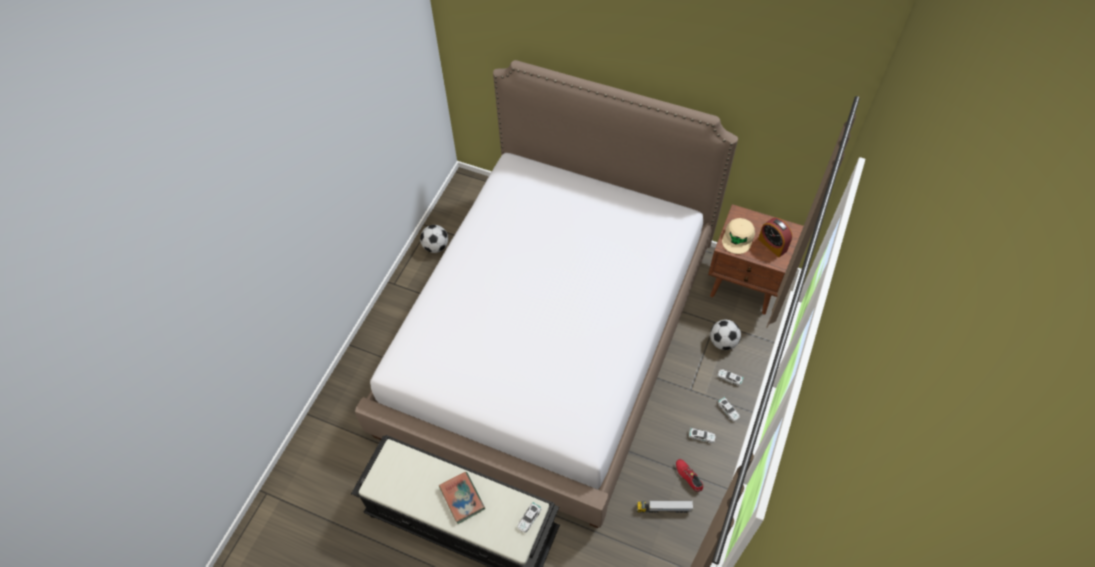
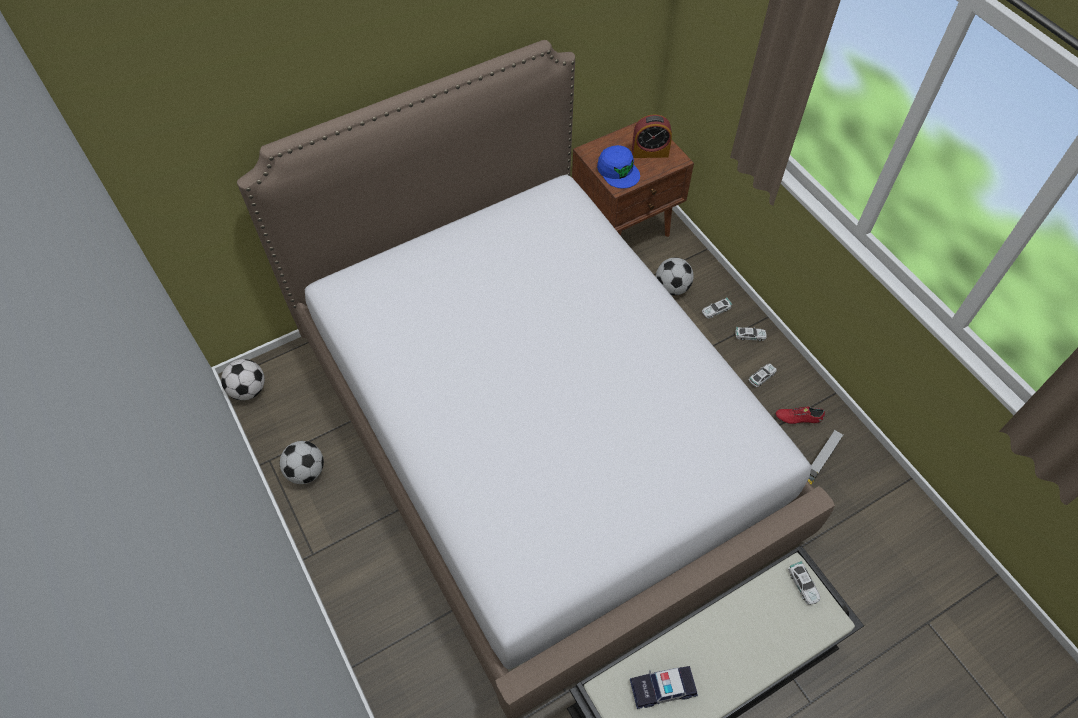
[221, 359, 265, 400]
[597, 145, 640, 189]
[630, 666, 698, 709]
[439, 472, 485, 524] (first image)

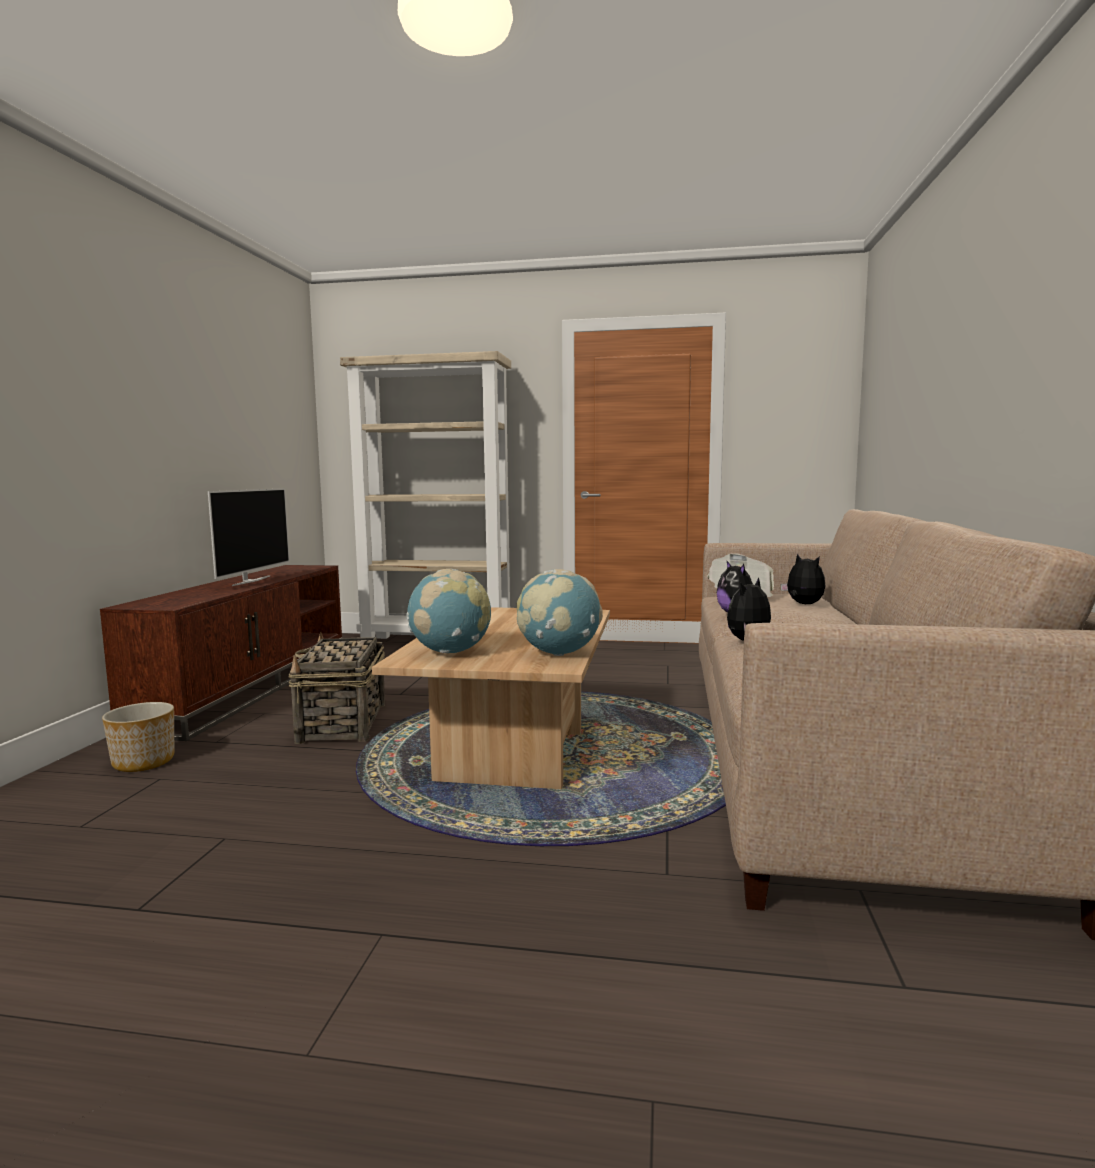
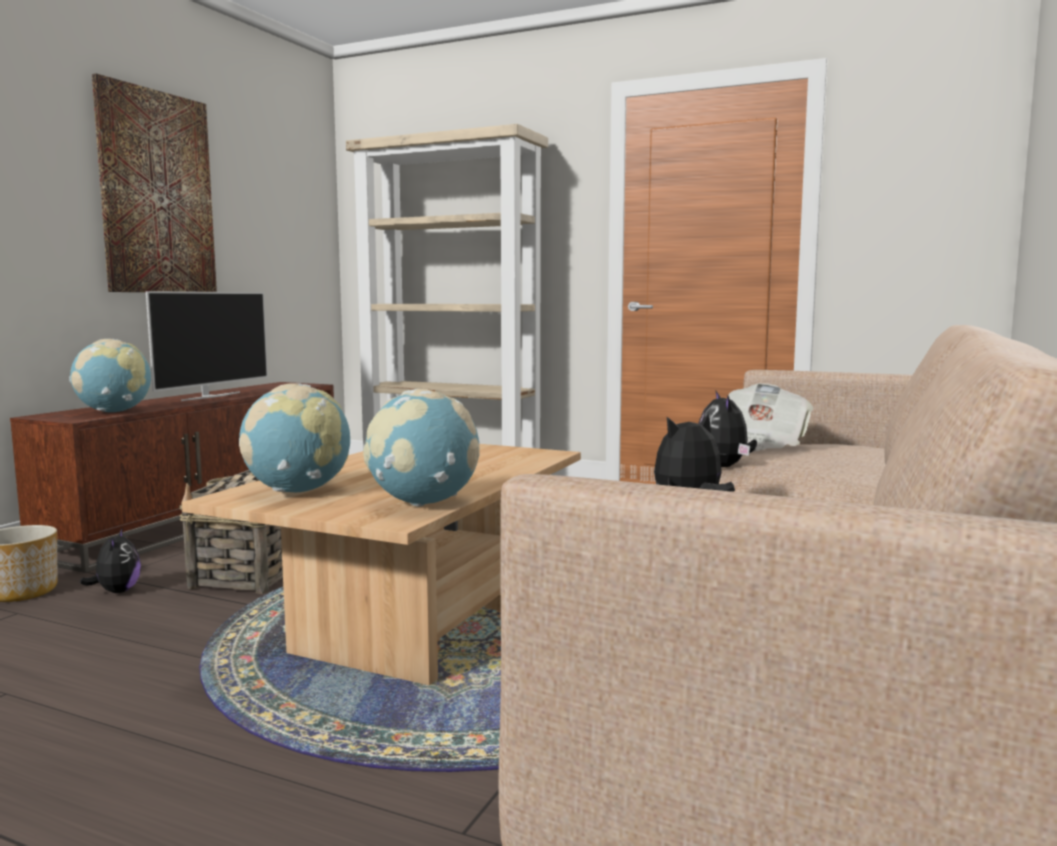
[69, 339, 151, 412]
[80, 528, 141, 593]
[92, 73, 217, 292]

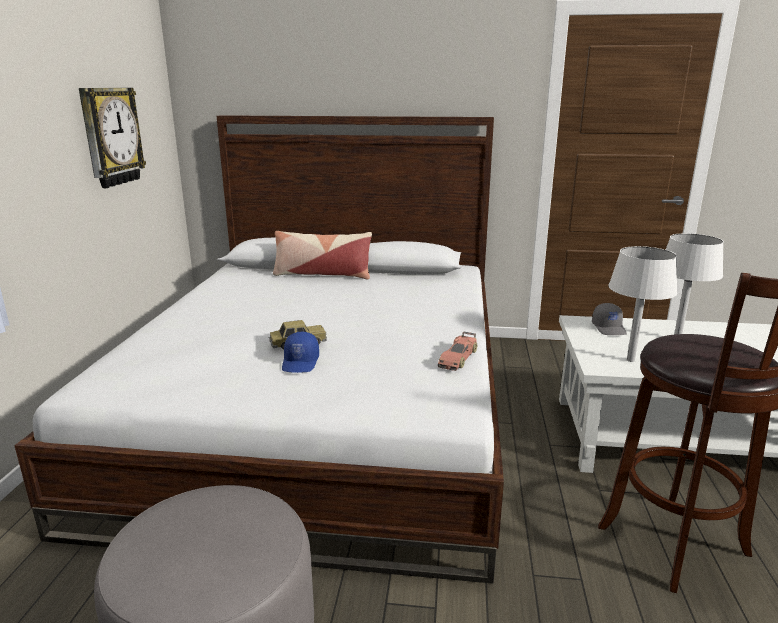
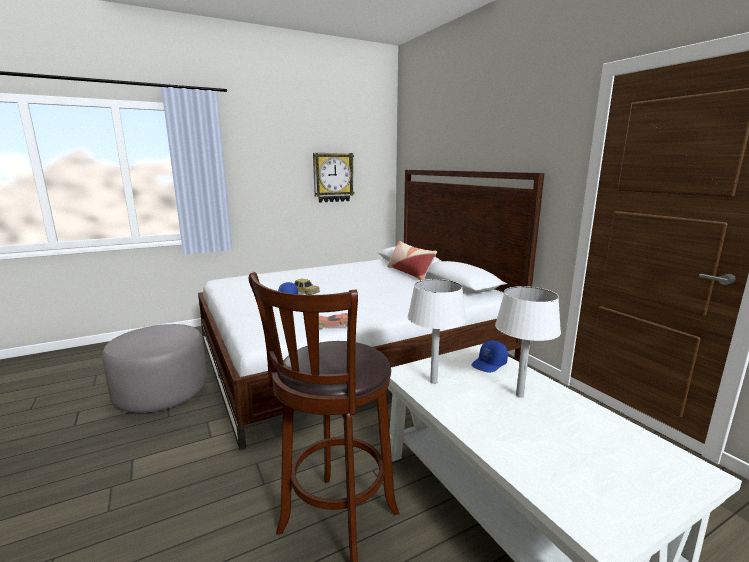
[471, 341, 508, 373]

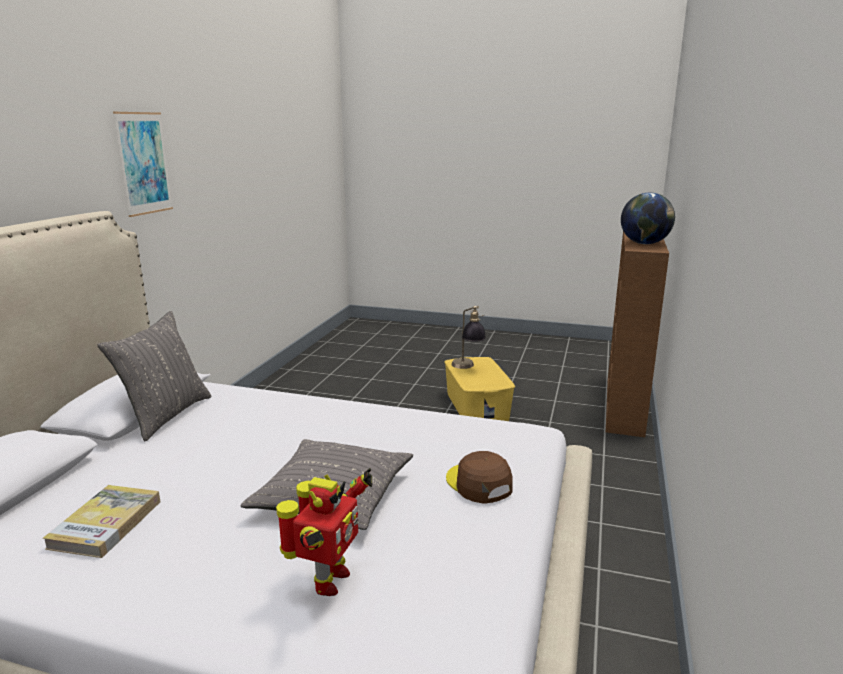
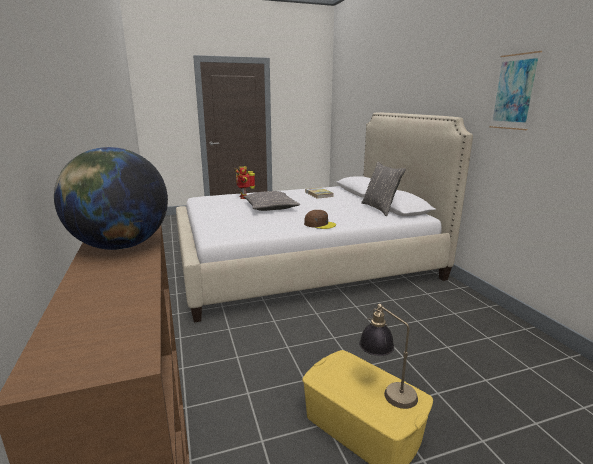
[304, 210, 336, 229]

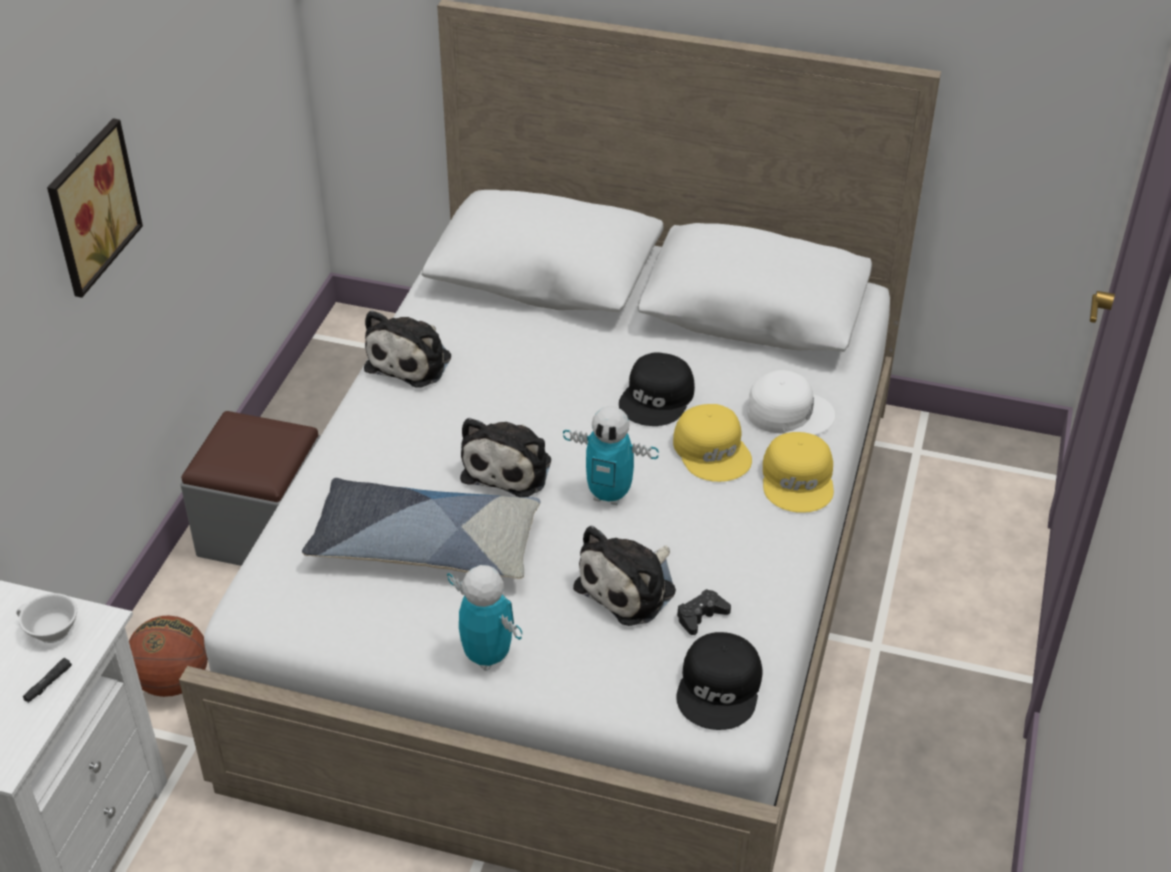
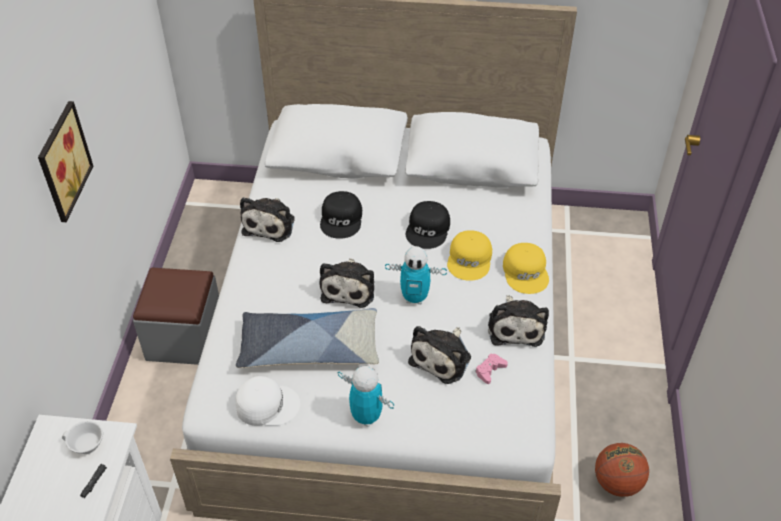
[236, 376, 301, 426]
[320, 191, 362, 239]
[447, 230, 492, 281]
[475, 354, 508, 384]
[488, 295, 549, 347]
[595, 443, 649, 497]

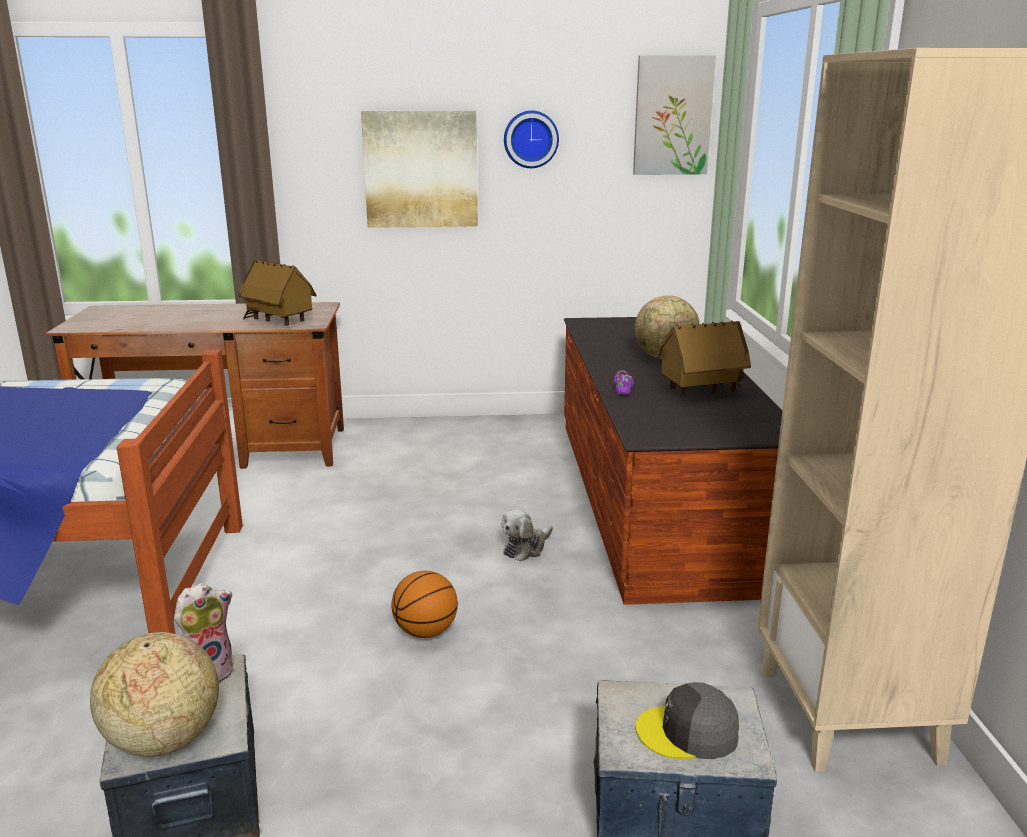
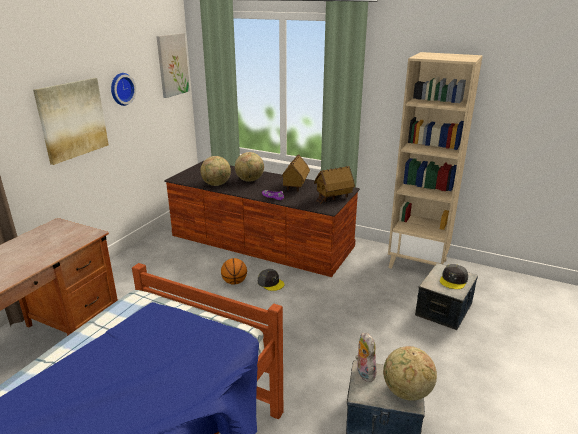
[200, 156, 231, 186]
[221, 258, 247, 285]
[258, 269, 284, 291]
[314, 166, 355, 205]

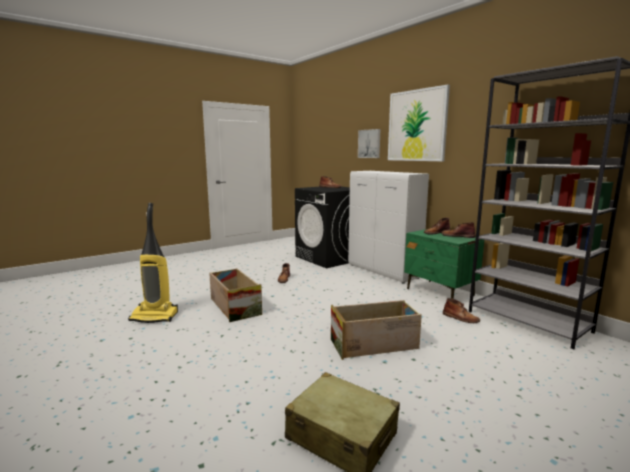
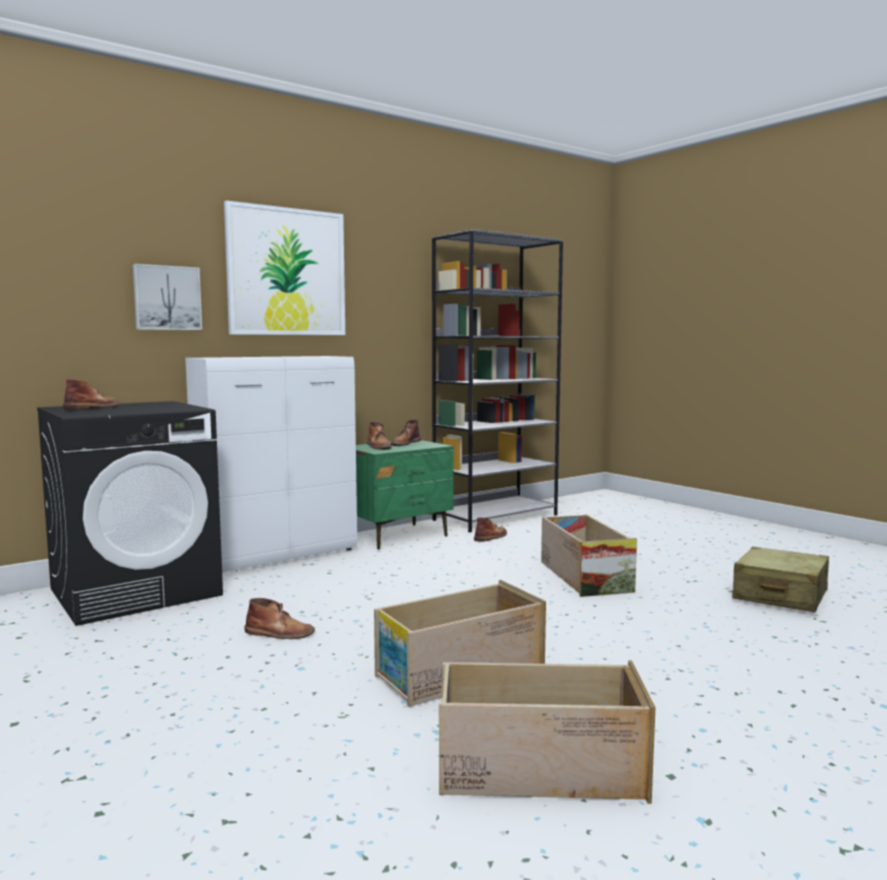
[439, 660, 655, 804]

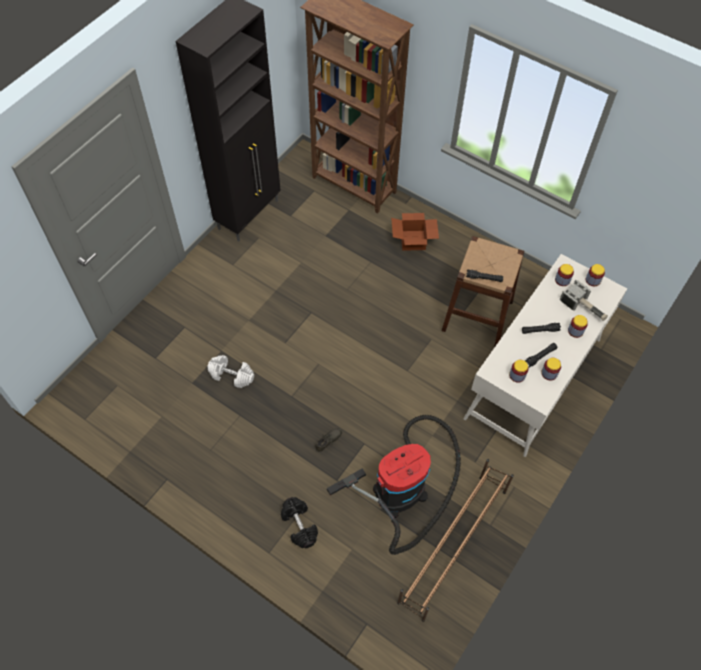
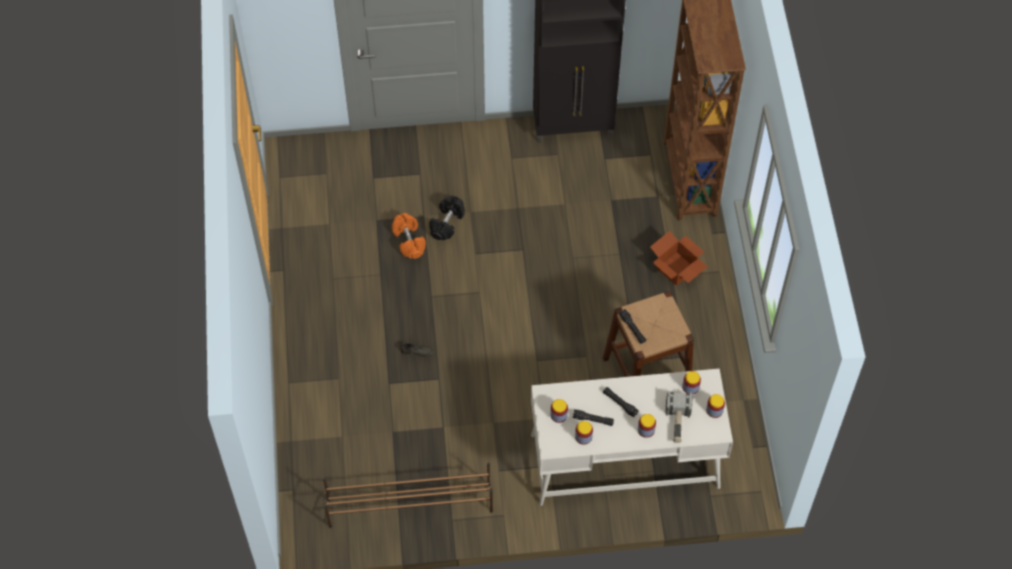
[392, 213, 426, 259]
[429, 196, 465, 240]
[327, 415, 461, 555] (first image)

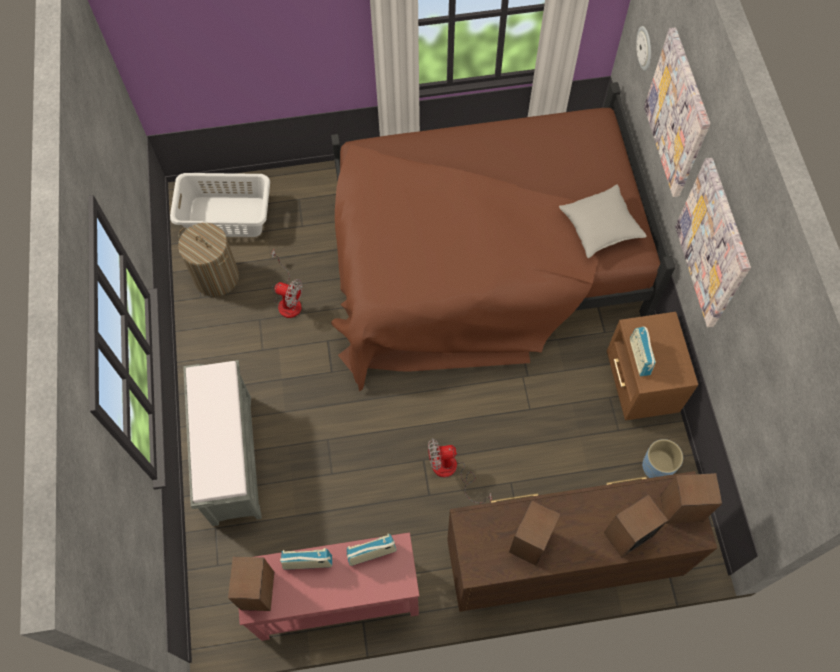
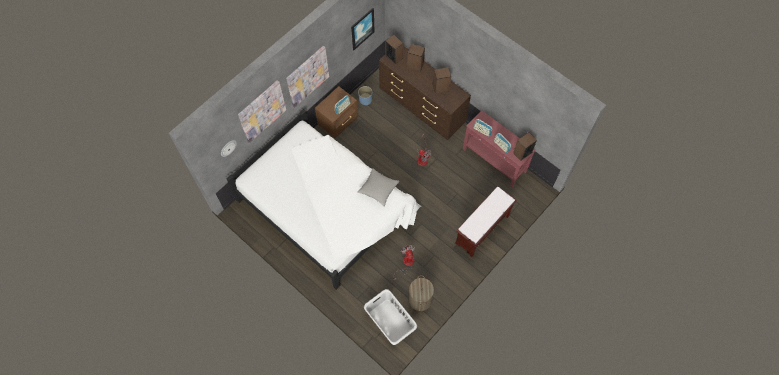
[226, 109, 421, 290]
[351, 8, 375, 50]
[357, 168, 399, 206]
[455, 186, 517, 257]

